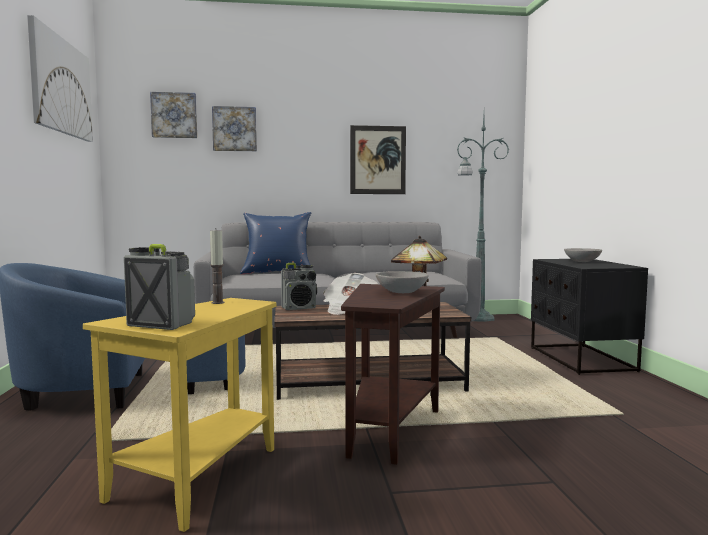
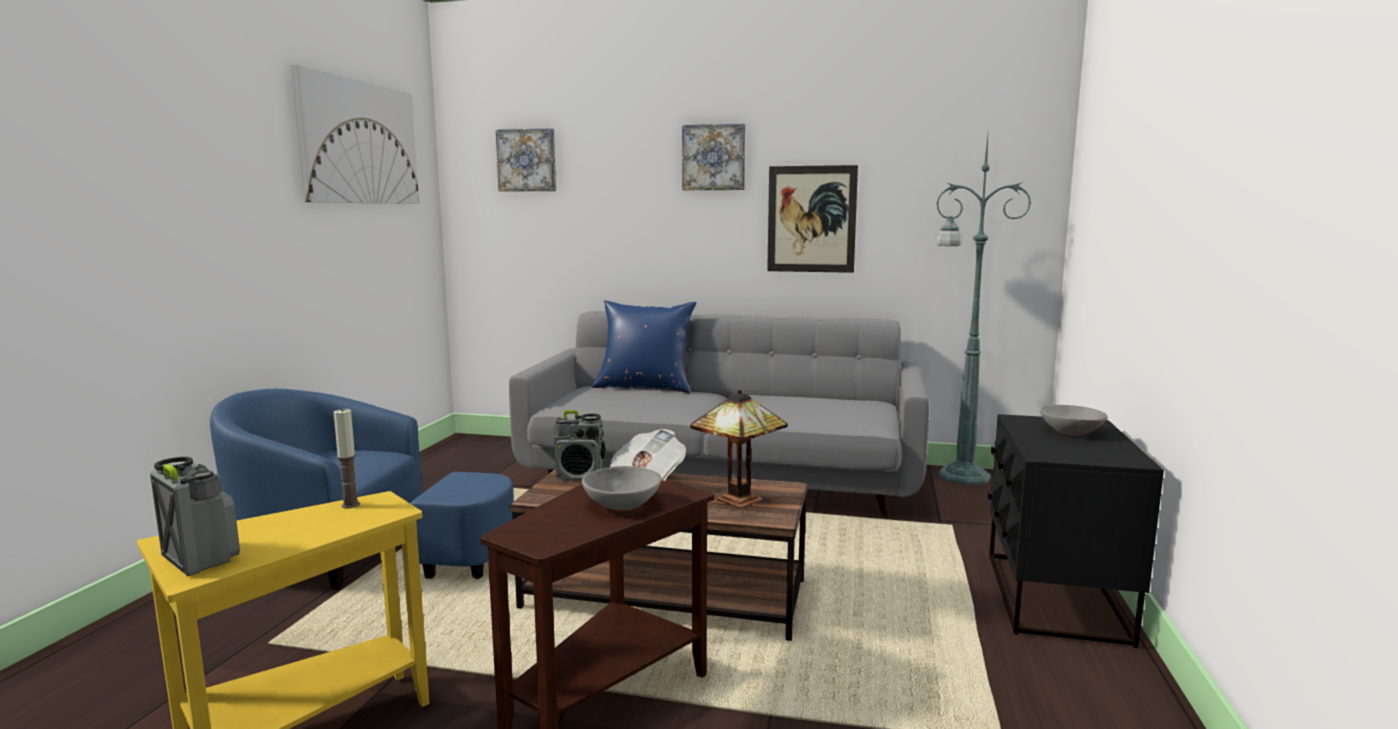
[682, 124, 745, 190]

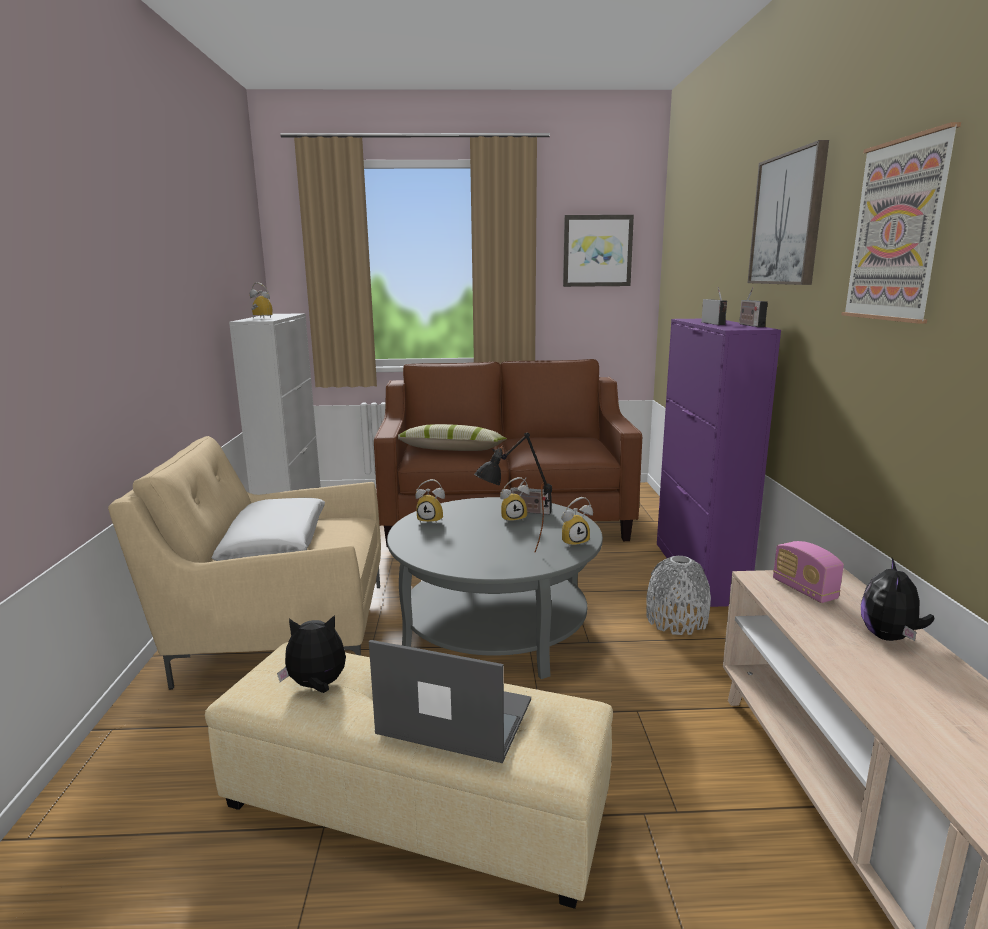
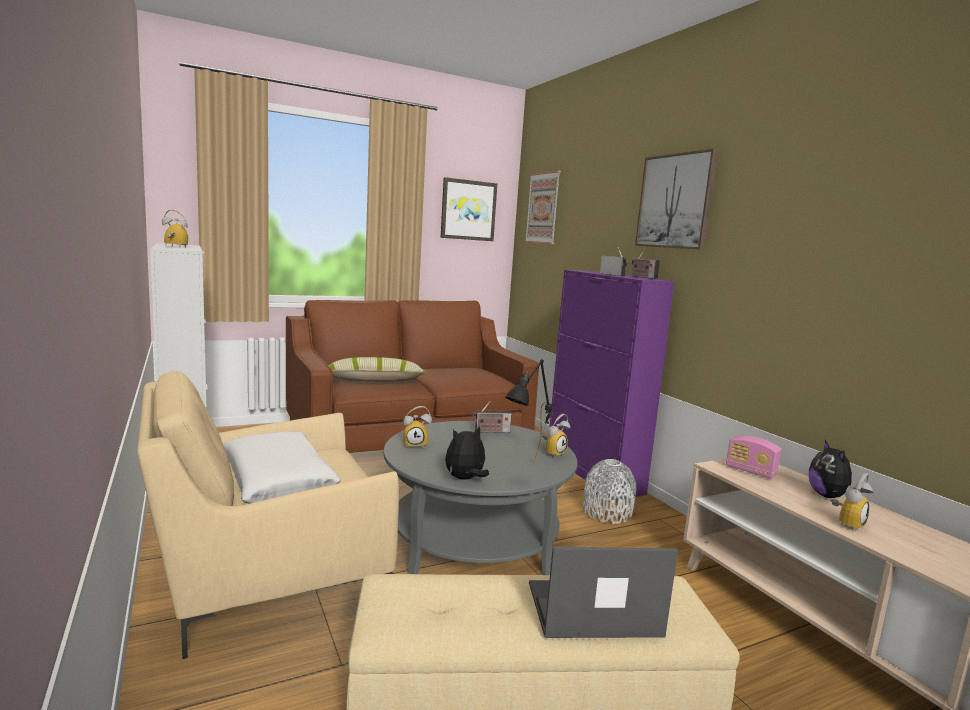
[445, 426, 489, 480]
[524, 170, 561, 244]
[830, 473, 873, 532]

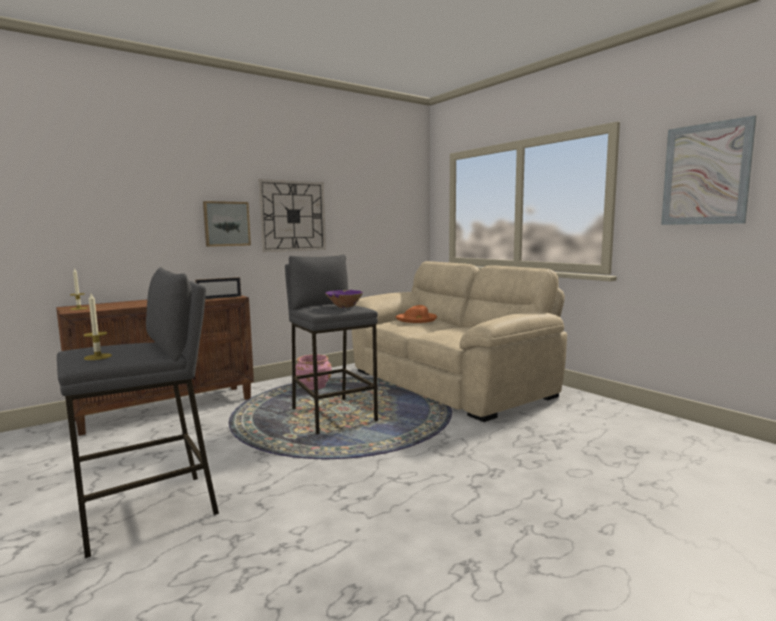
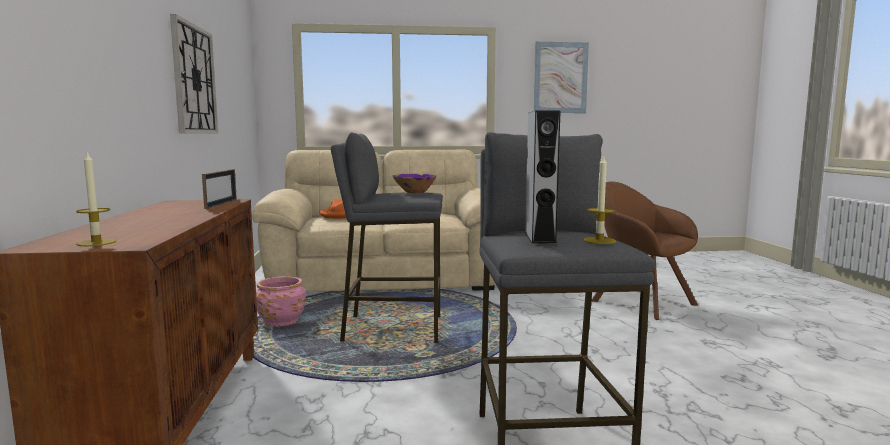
[525, 110, 561, 244]
[591, 182, 698, 320]
[203, 201, 251, 247] (first image)

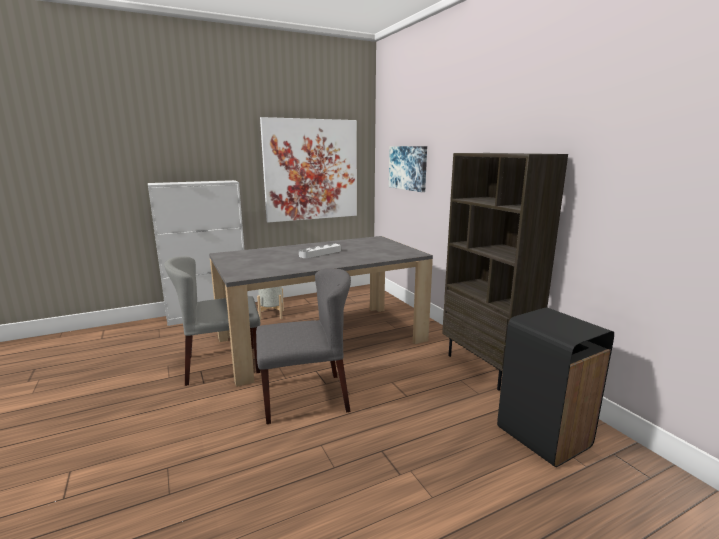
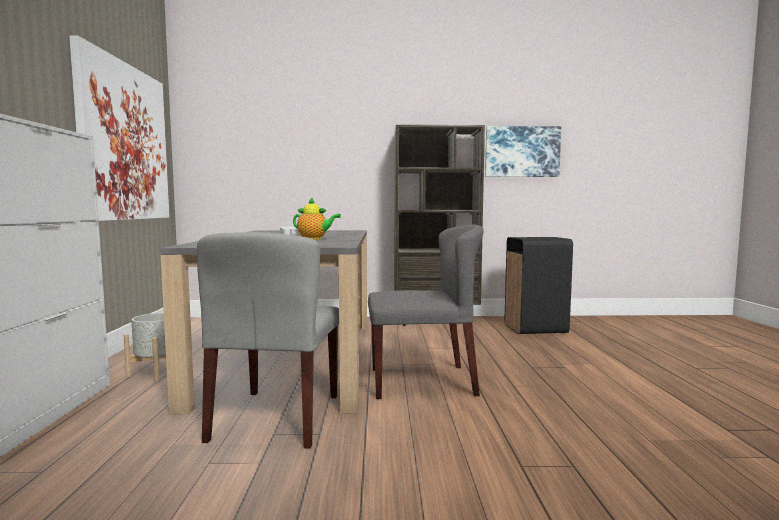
[293, 197, 341, 240]
[368, 225, 484, 399]
[485, 126, 561, 177]

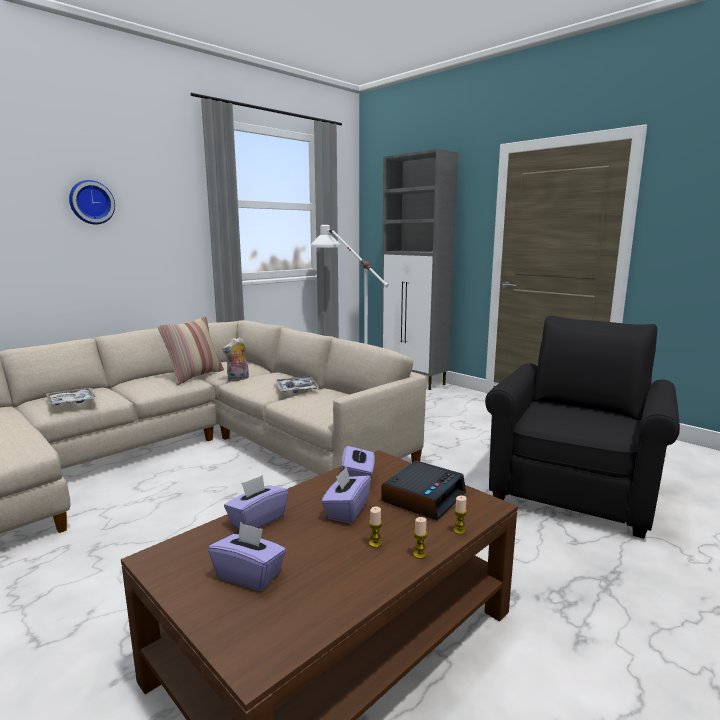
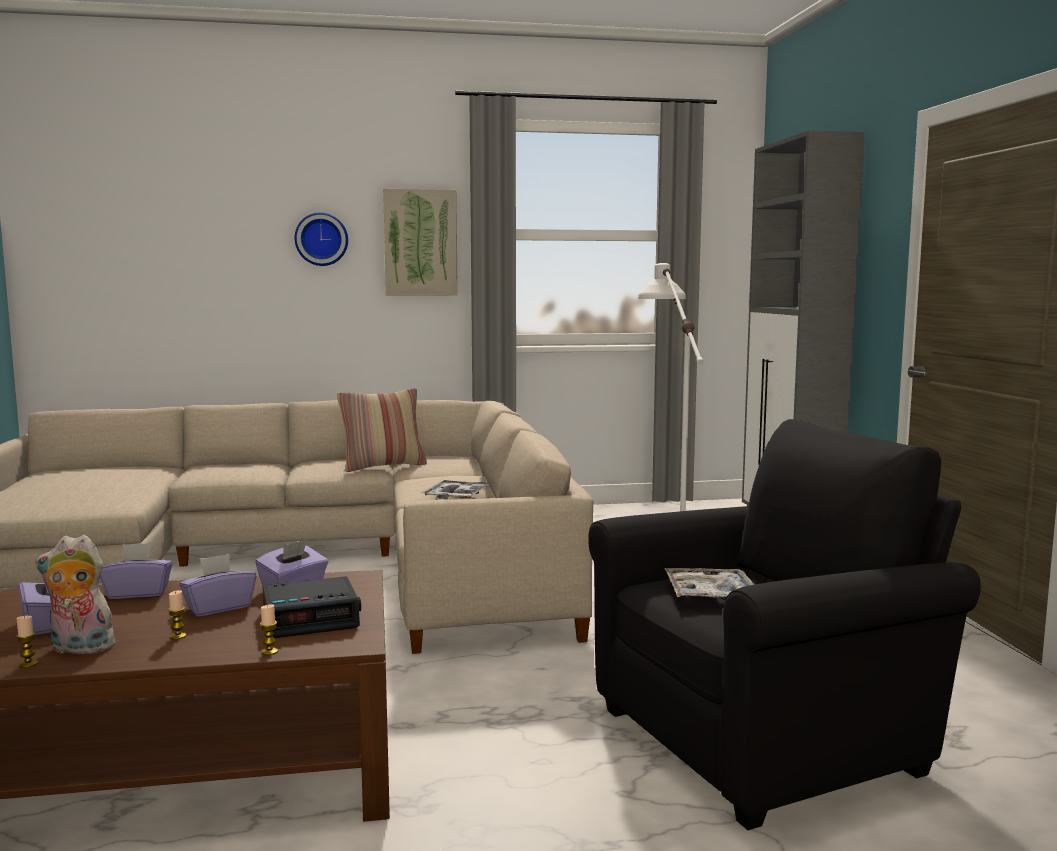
[16, 616, 38, 668]
[35, 535, 116, 657]
[383, 188, 458, 296]
[664, 568, 754, 600]

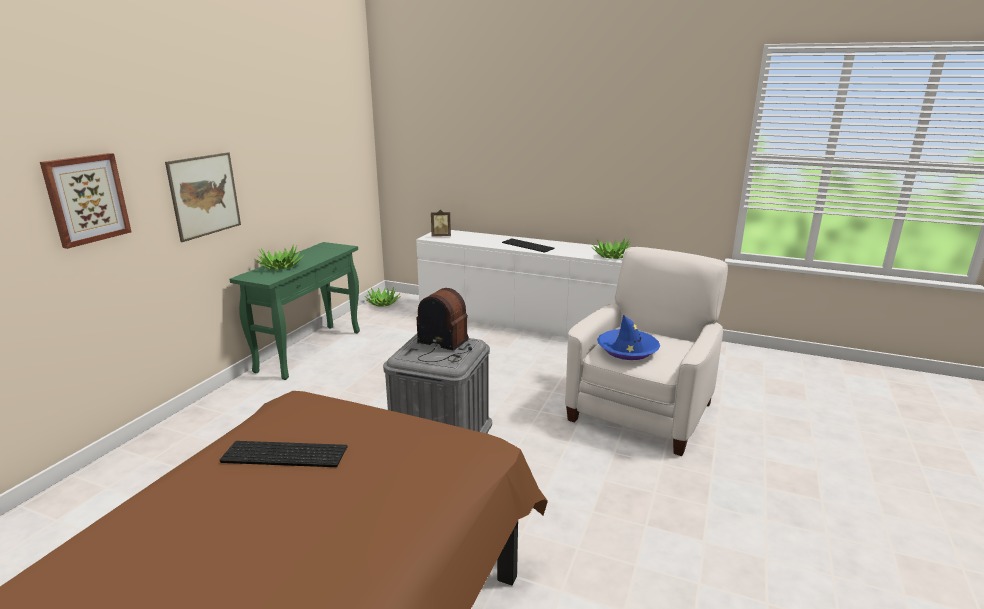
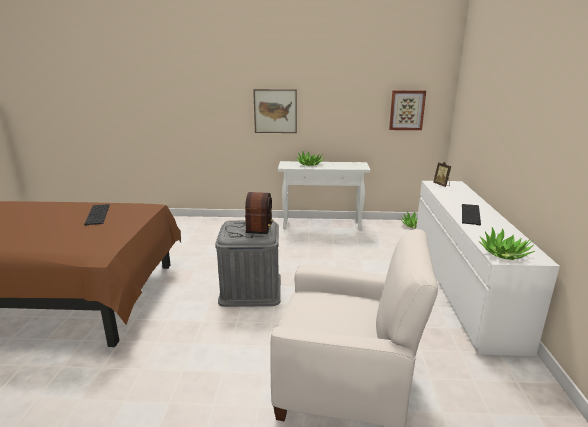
[278, 161, 371, 230]
[389, 90, 426, 130]
[597, 315, 660, 360] (first image)

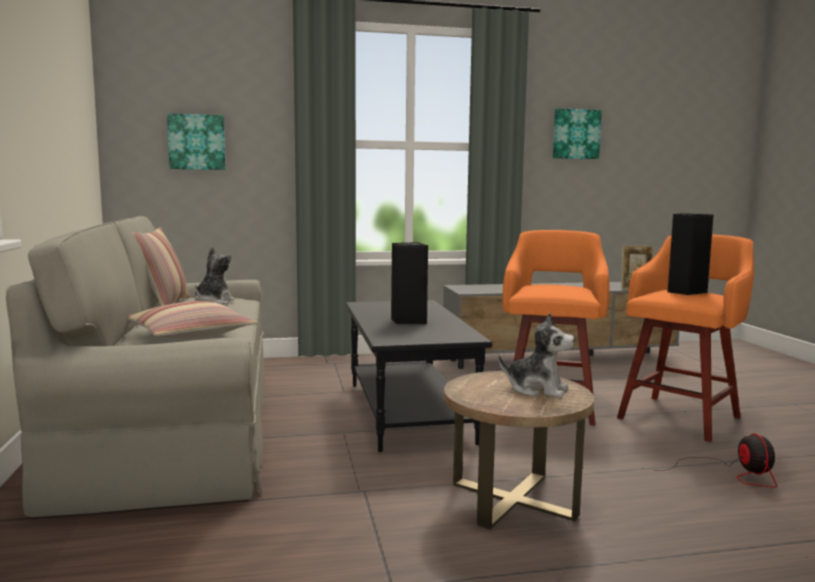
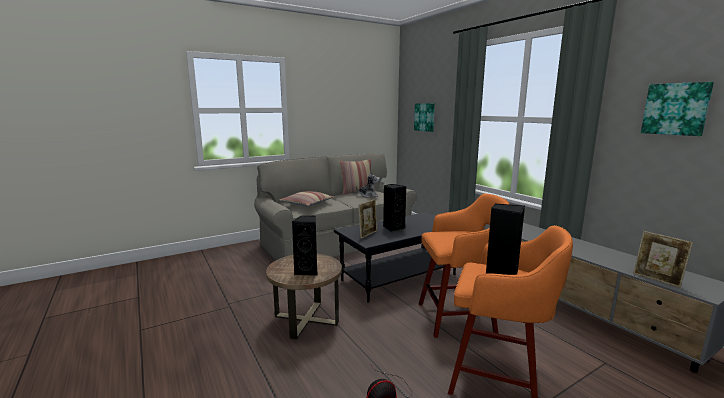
[292, 216, 317, 276]
[358, 199, 377, 239]

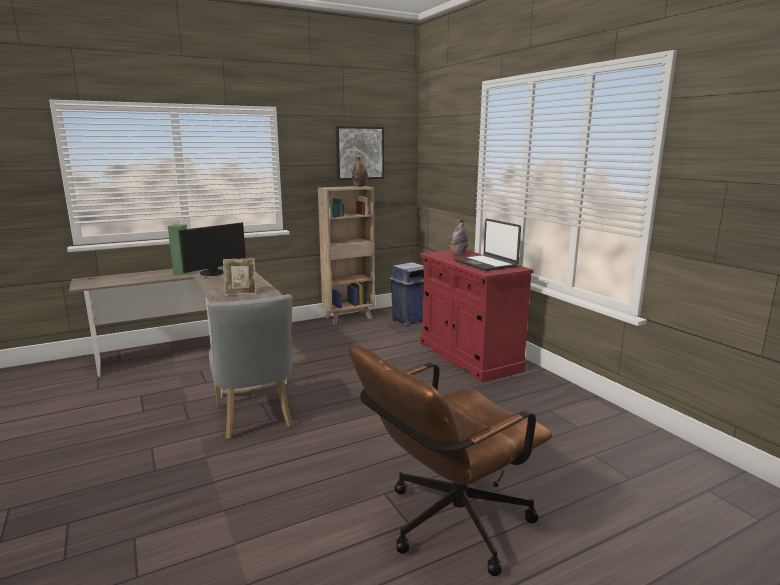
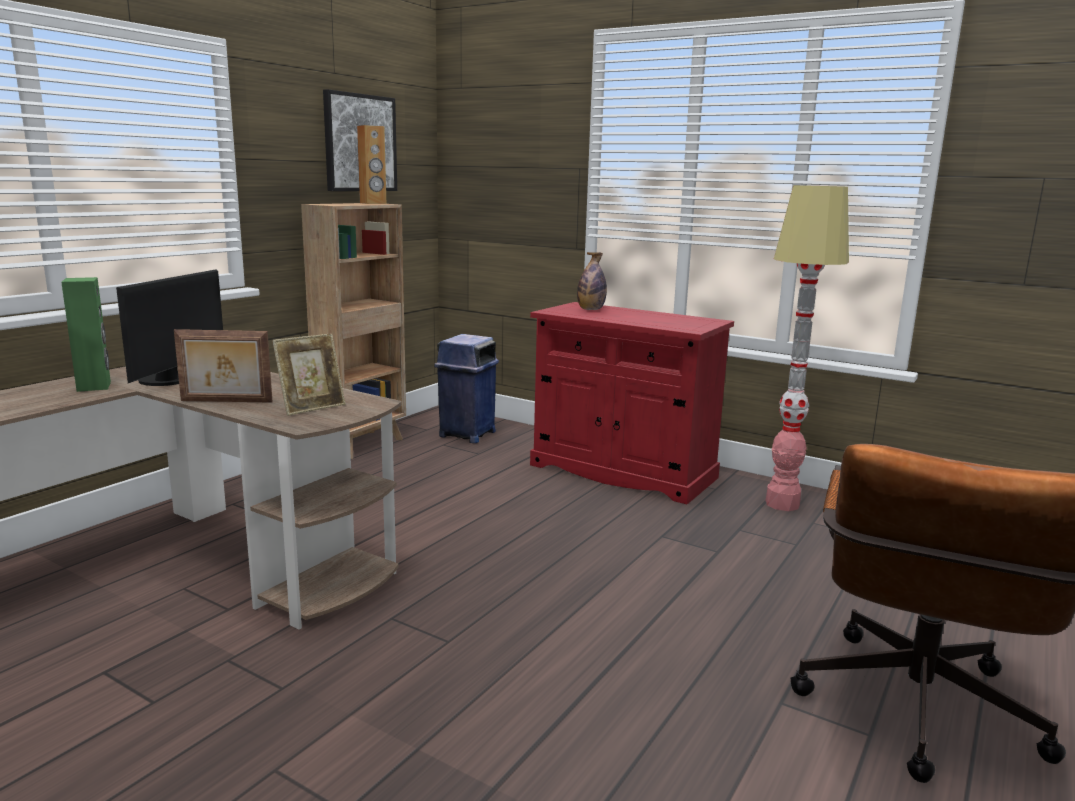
[174, 329, 273, 403]
[357, 125, 386, 204]
[766, 185, 849, 511]
[208, 294, 293, 439] (first image)
[454, 219, 521, 271] (first image)

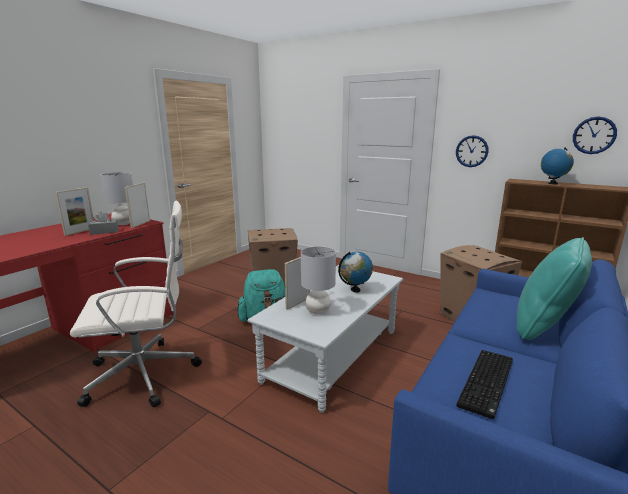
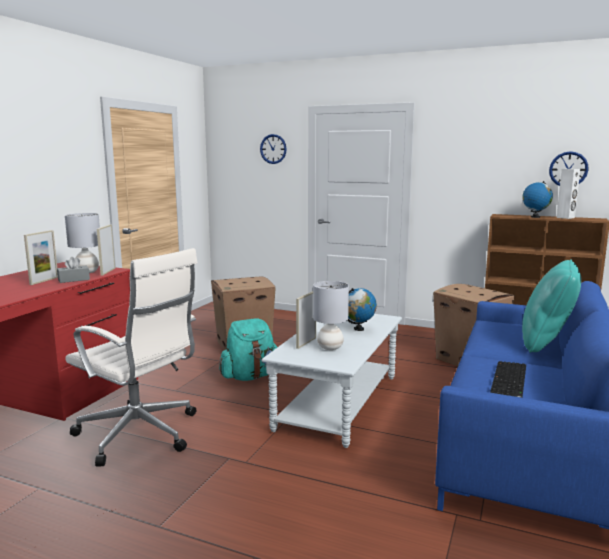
[65, 248, 197, 467]
[260, 134, 287, 164]
[556, 169, 580, 219]

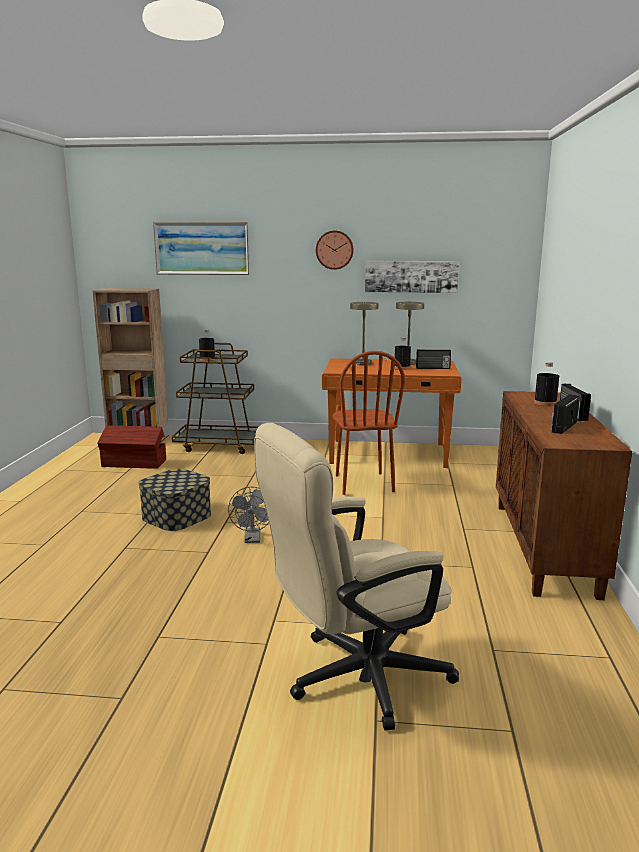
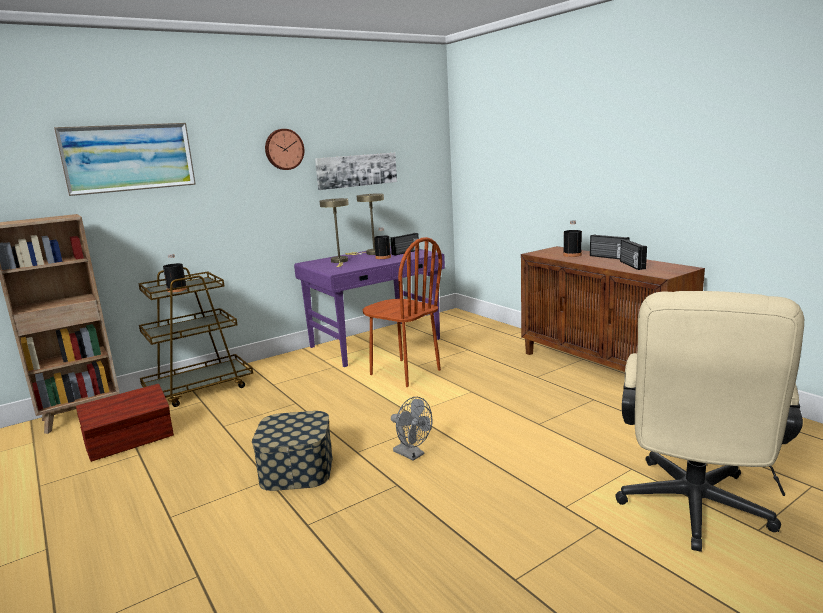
[294, 246, 445, 367]

